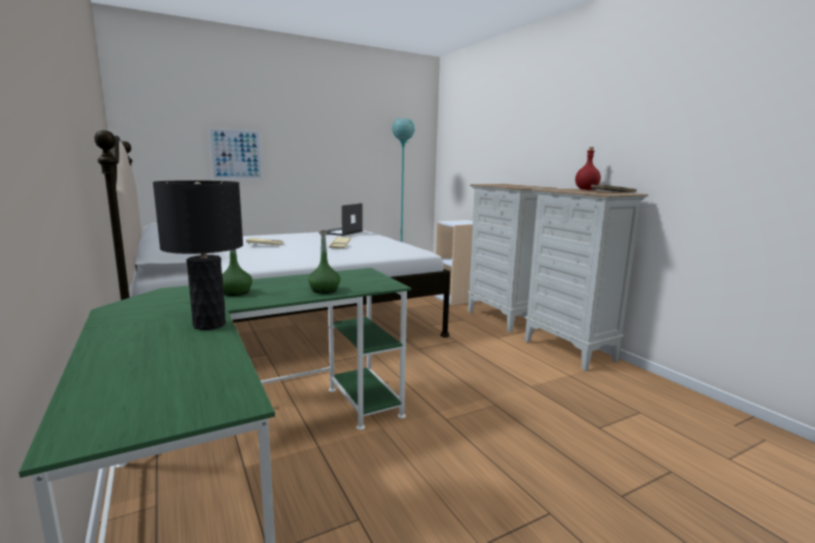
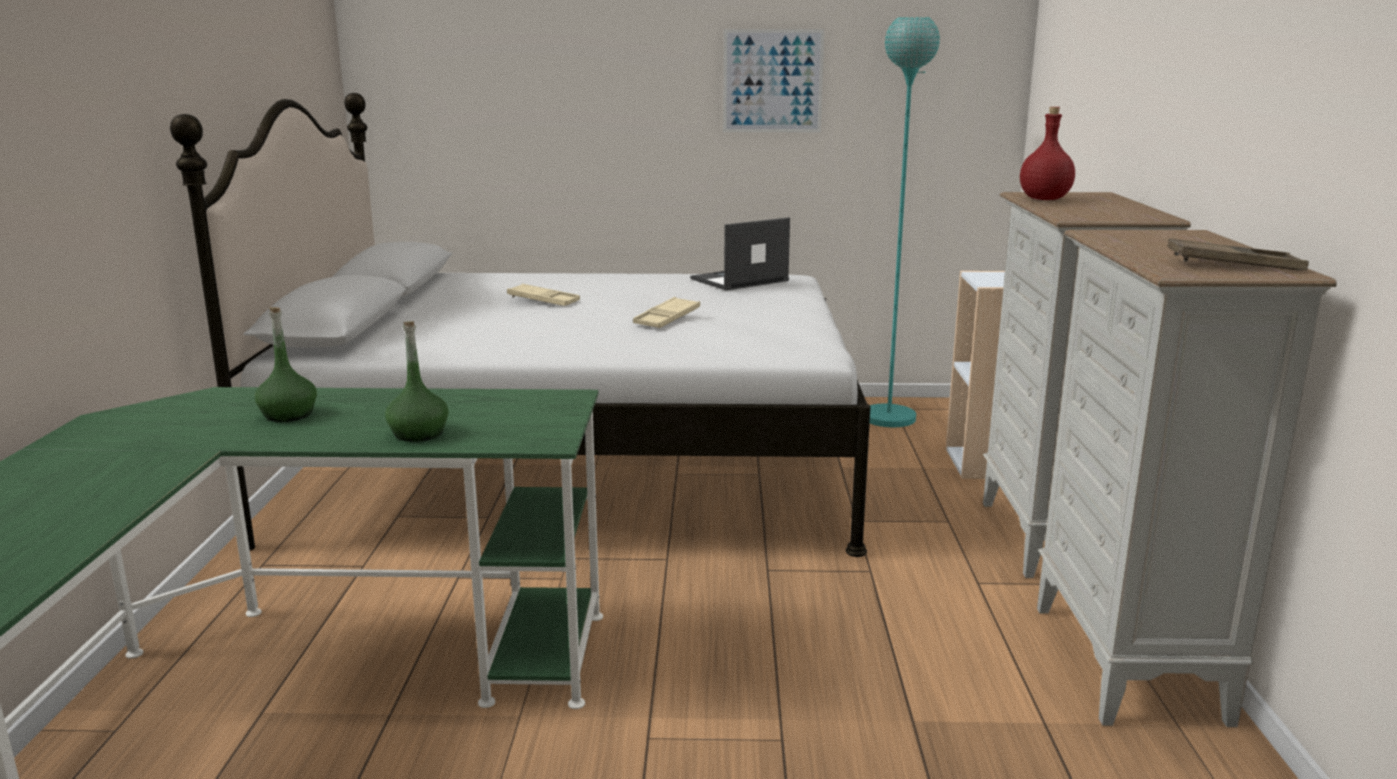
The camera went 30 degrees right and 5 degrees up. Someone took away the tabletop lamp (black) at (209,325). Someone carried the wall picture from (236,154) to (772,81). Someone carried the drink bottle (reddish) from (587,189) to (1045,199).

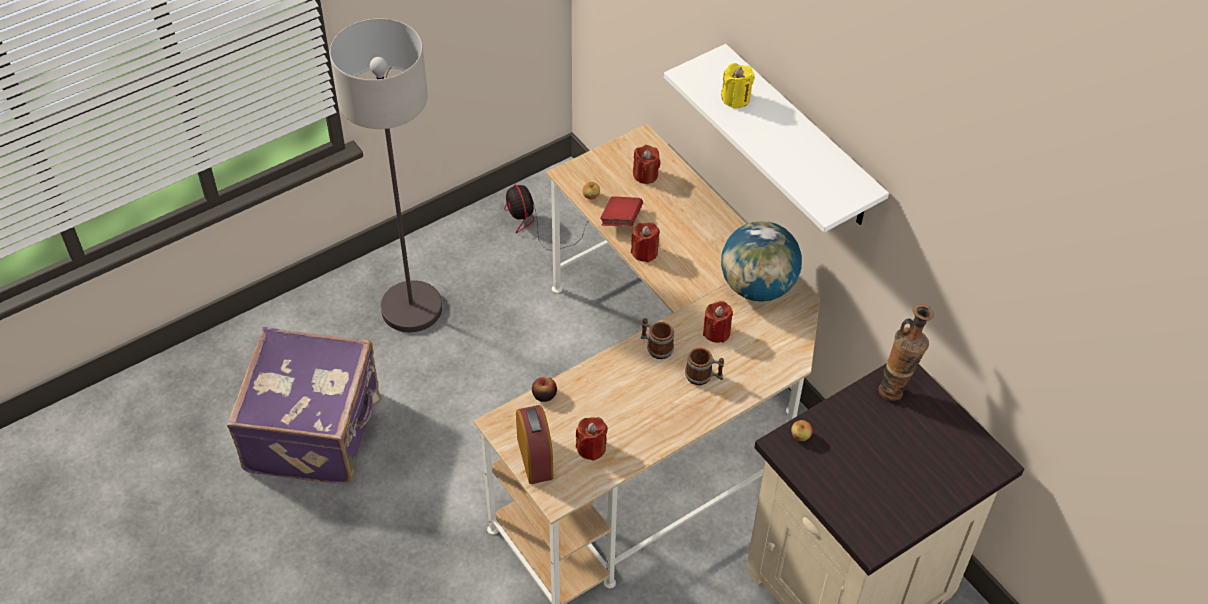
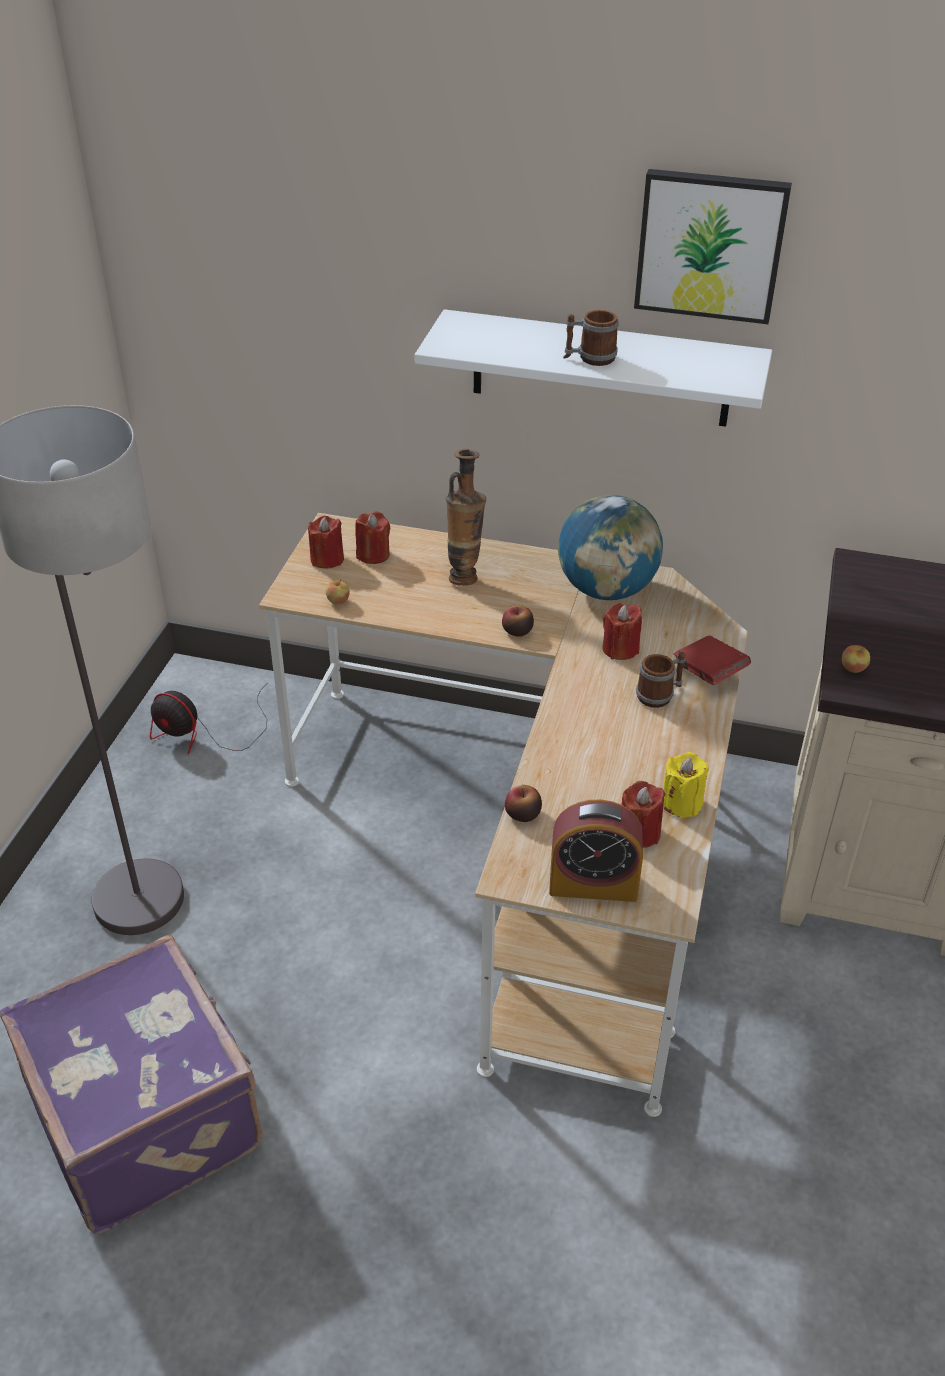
The camera went 40 degrees left and 10 degrees down. Someone rotated the alarm clock at (535,458) by 150 degrees clockwise. Someone carried the book (reddish) from (621,220) to (709,673). Someone carried the candle (reddish) from (644,252) to (327,559). Someone carried the tea mug from (655,347) to (590,358). Someone carried the candle (yellow-coloured) from (735,98) to (681,803). Someone carried the flower vase from (896,388) to (464,575). Someone put down the apple fruit at (517,631). Someone put up the wall picture at (710,245).

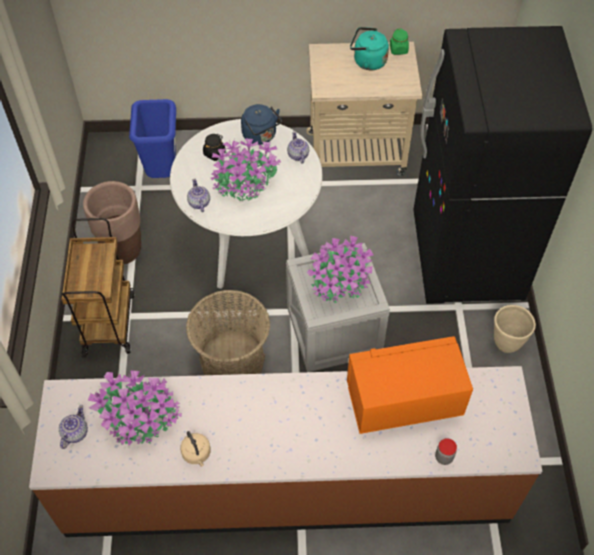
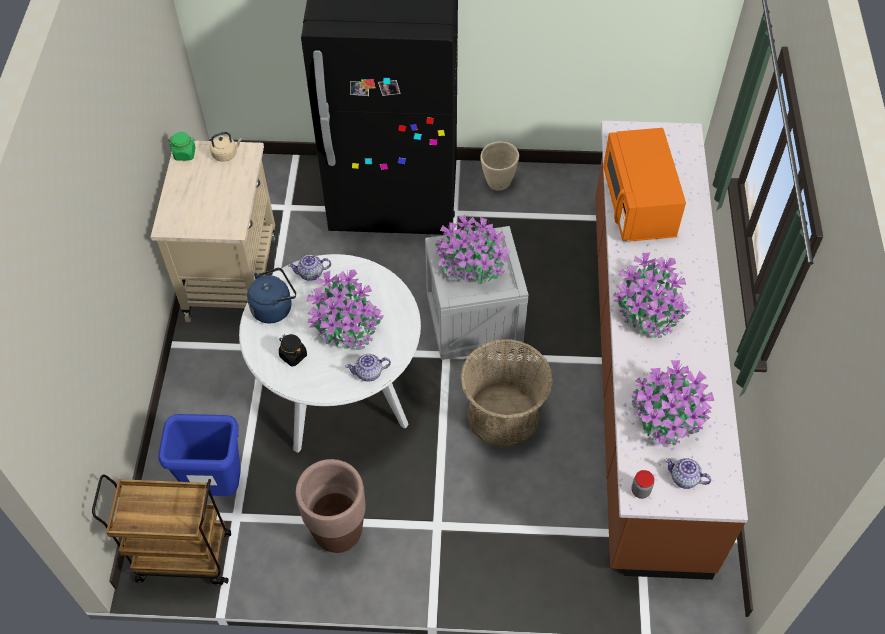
The camera went 85 degrees left and 0 degrees up. Someone carried the wheeled cart (brown) from (109,323) to (183,557). Someone carried the water kettle (sand-coloured) from (197,454) to (226,154). Someone took away the water kettle (turquoise) at (367,61). Someone carried the preserve jar from (444,457) to (640,491). Someone put down the plant in a pot at (647,311).

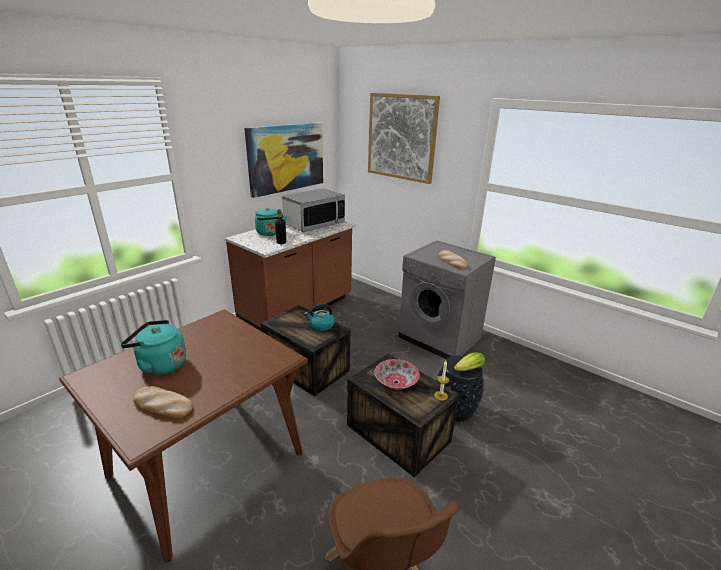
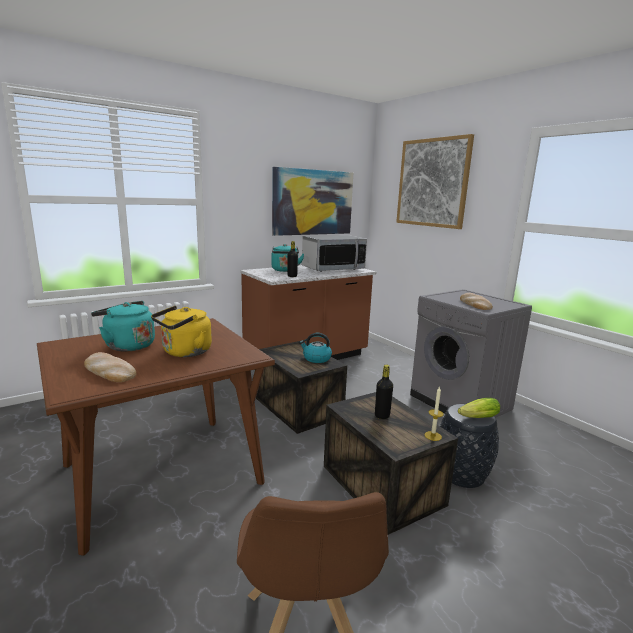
The camera went 15 degrees right and 10 degrees down. Someone swapped the serving bowl at (396,382) for the drink bottle (black) at (382,415). Someone put down the water kettle (yellow-coloured) at (184,352).

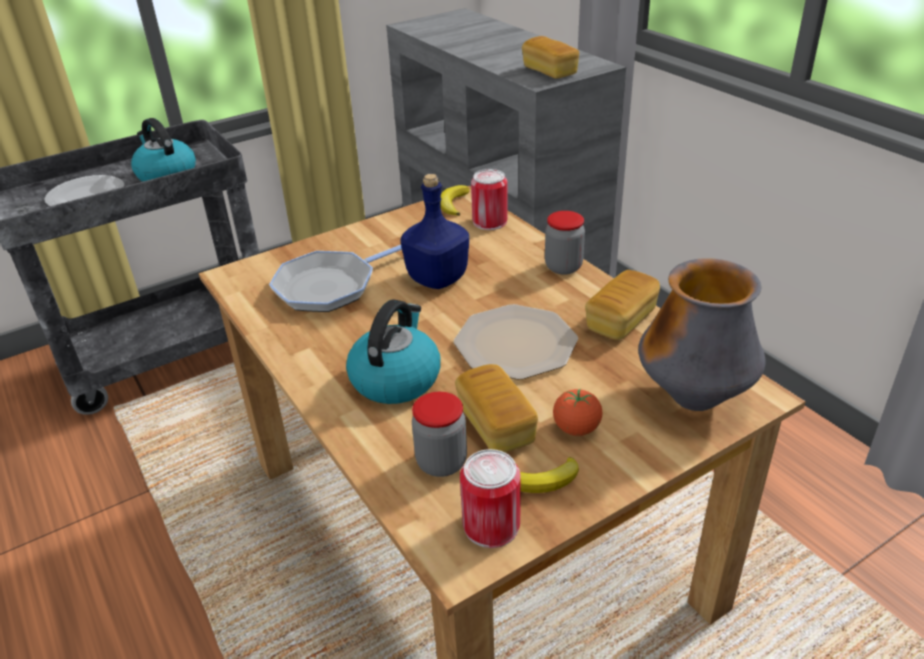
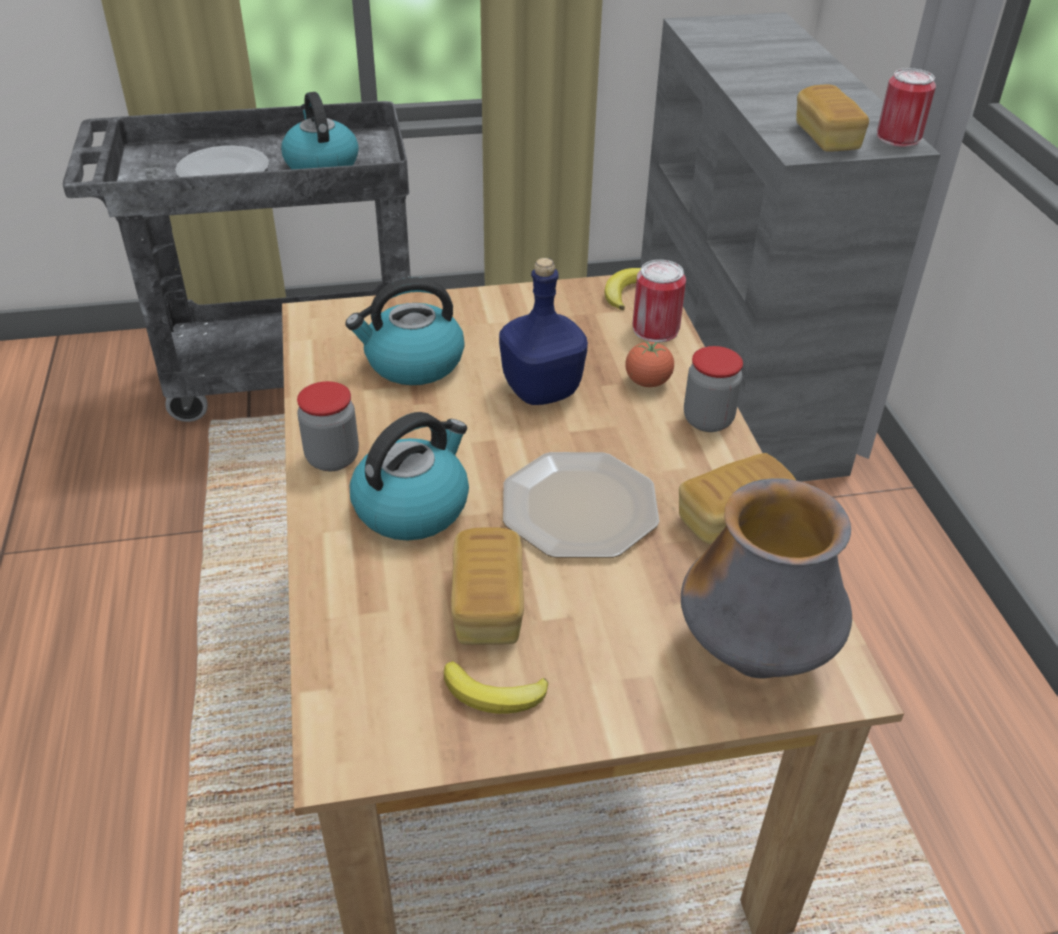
The camera went 20 degrees right and 5 degrees up. Someone swapped the skillet at (330,286) for the water kettle at (413,363). Someone carried the preserve jar from (441,462) to (332,458). Someone carried the sealed can from (491,525) to (898,137). Someone carried the whole tomato from (576,428) to (647,382).

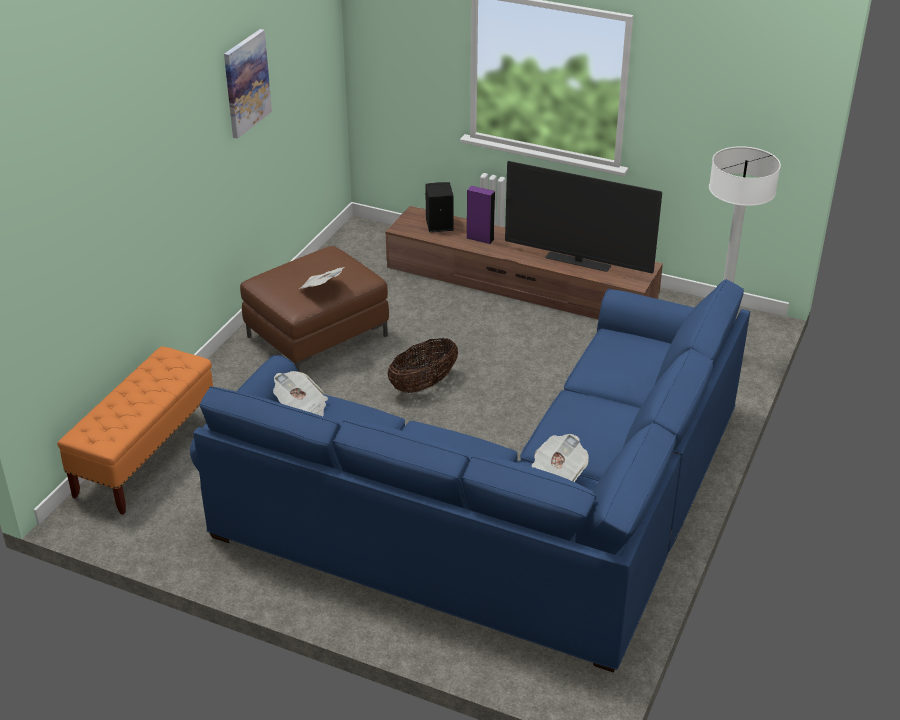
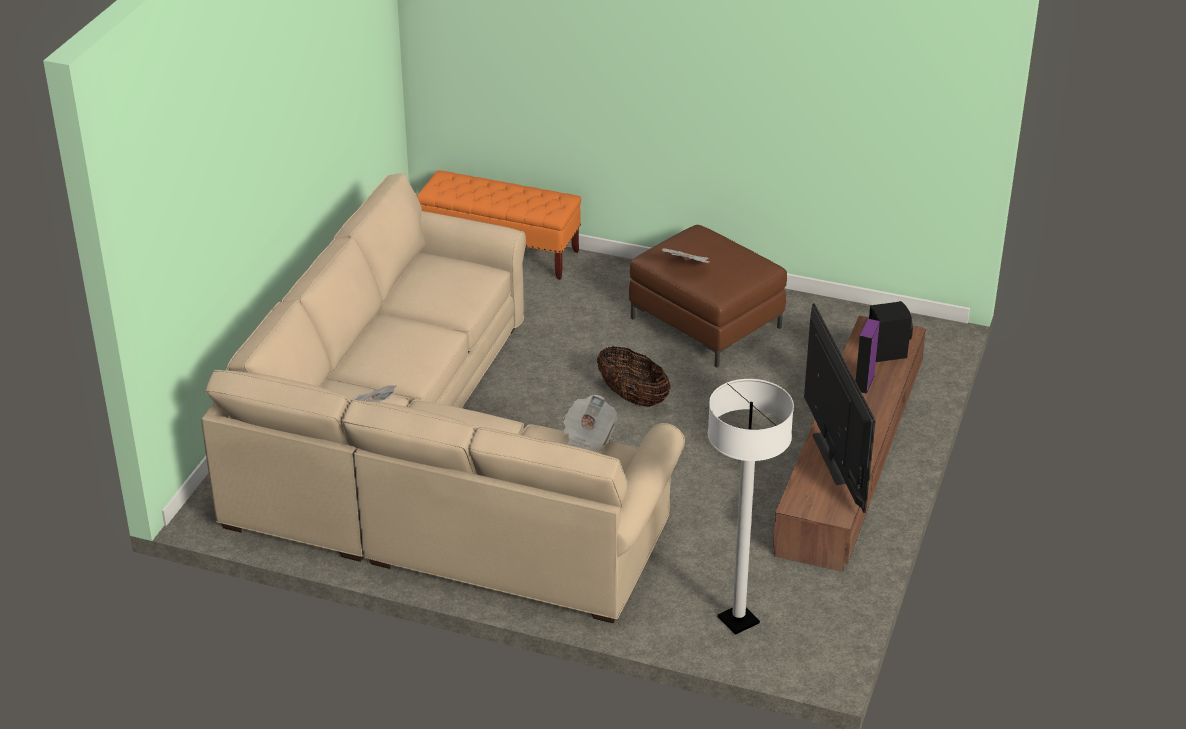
The camera went 85 degrees right and 0 degrees up. Someone repainted the settee (blue-coloured) at (509,512), which became the settee (sand-coloured) at (433,462). Someone took away the wall picture at (246,83). Someone carried the daily paper from (302,407) to (588,438). Someone rotated the television at (578,262) by 150 degrees clockwise.

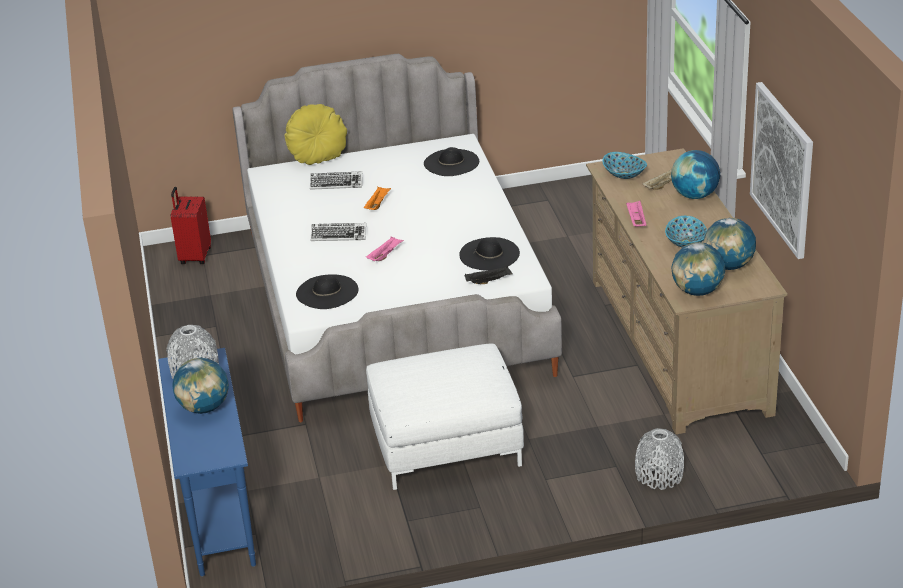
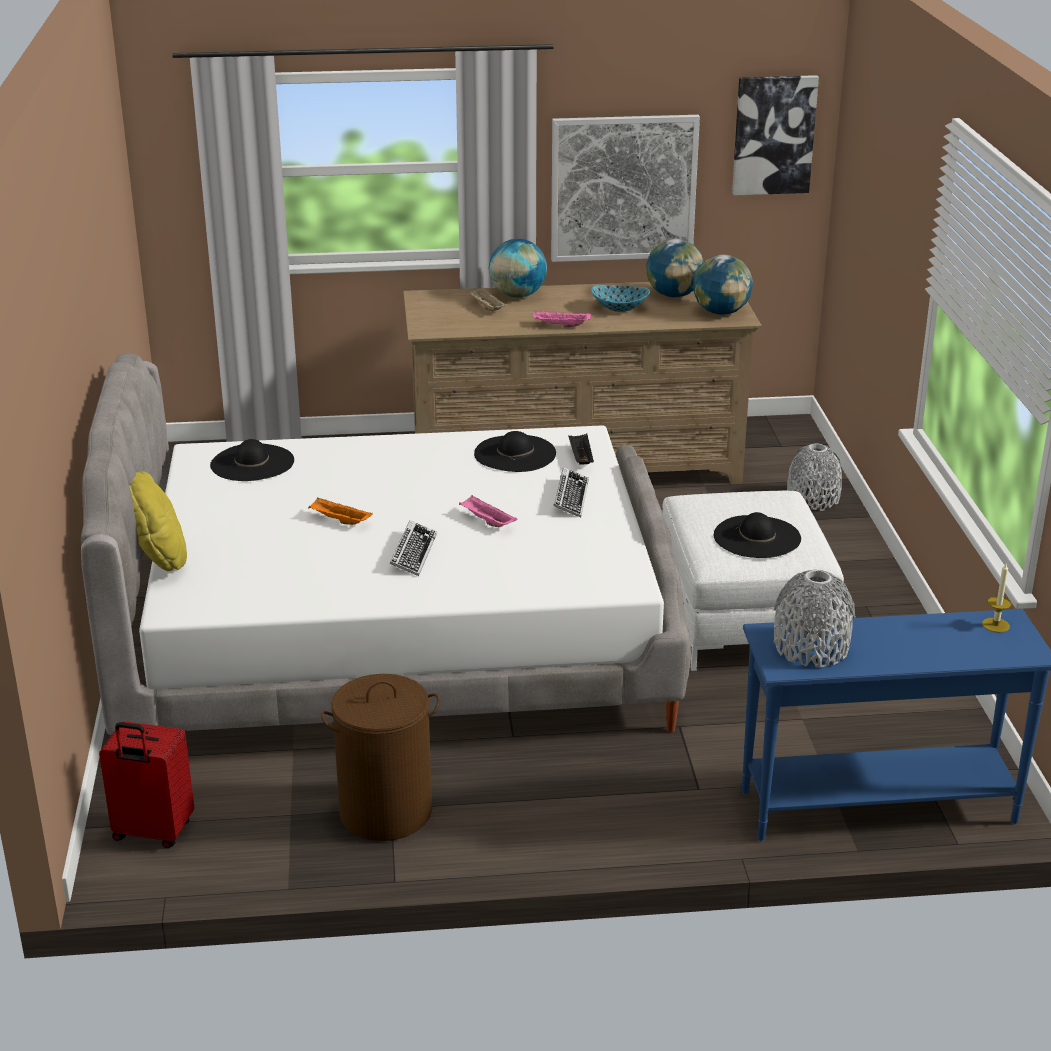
The camera went 85 degrees left and 5 degrees down. Someone took away the desk globe at (204,407). Someone carried the wearable hat (black) from (327,292) to (757,537). Someone carried the keyboard from (336,183) to (570,497). Someone took away the serving bowl at (624,175). Someone put down the hamper (brown) at (385,812). Someone put up the wall picture at (773,135). Someone put down the candle at (995,625).

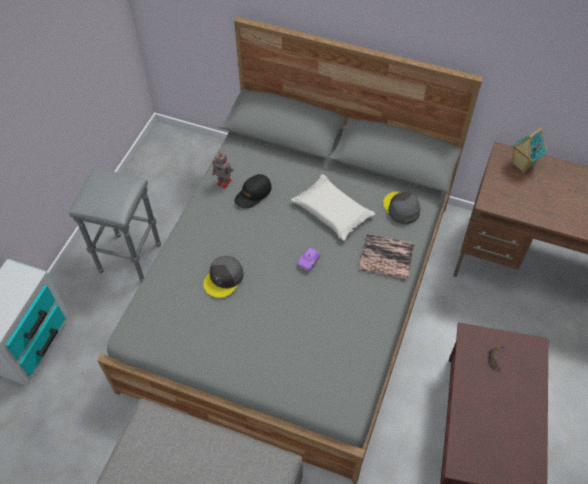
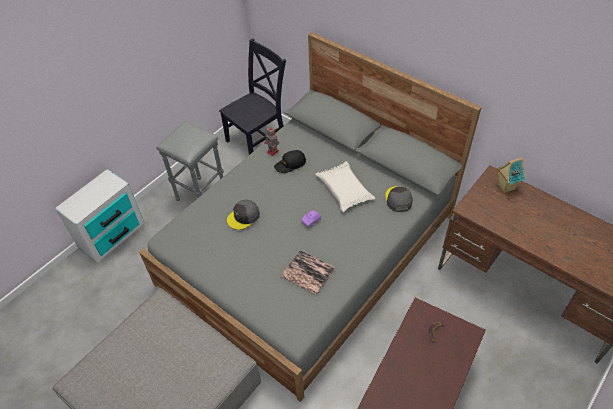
The camera went 20 degrees right and 5 degrees down. Someone carried the book from (386,257) to (308,273). Someone put down the upright chair (black) at (258,139).

